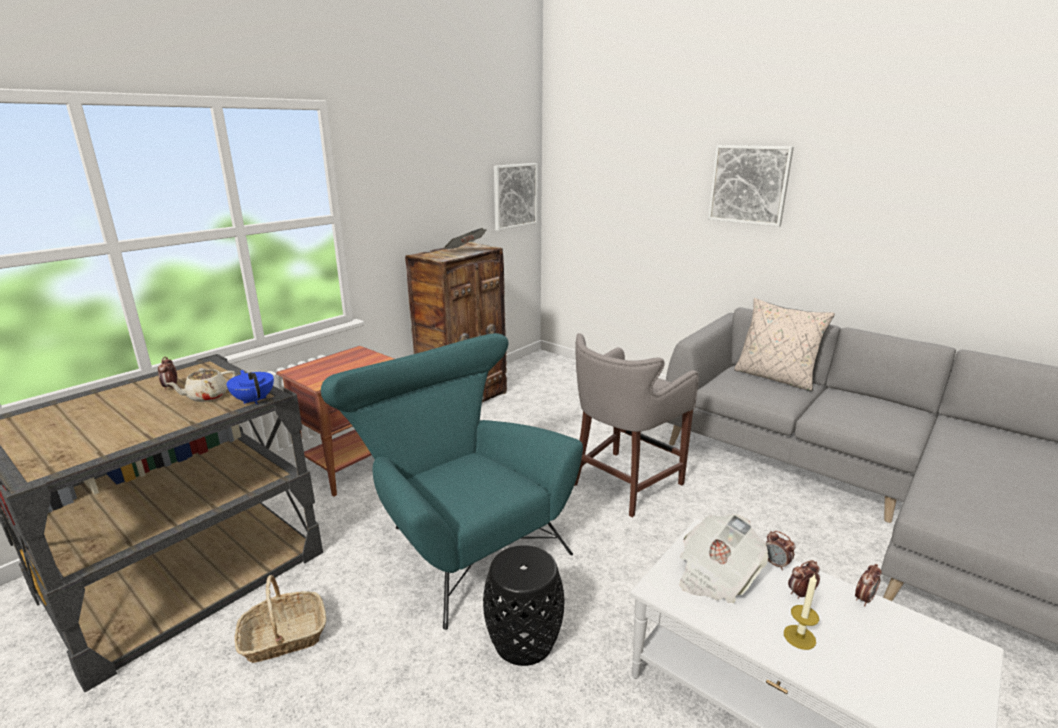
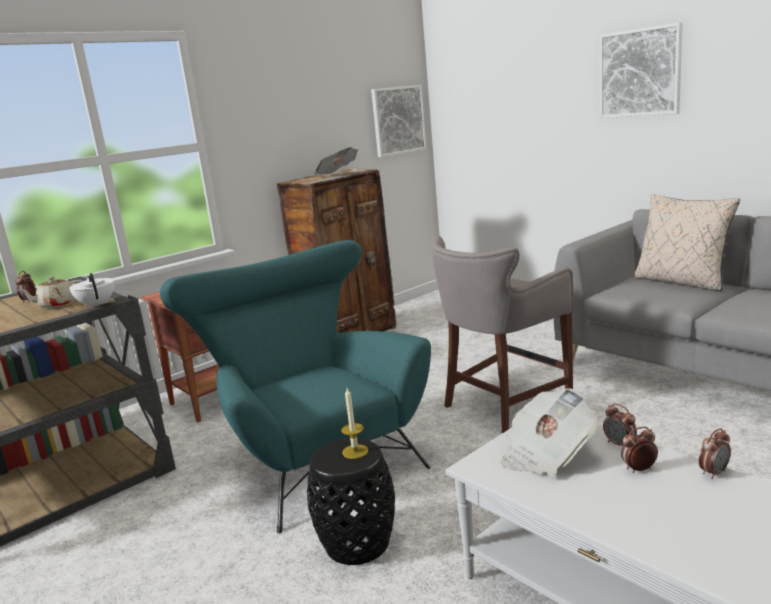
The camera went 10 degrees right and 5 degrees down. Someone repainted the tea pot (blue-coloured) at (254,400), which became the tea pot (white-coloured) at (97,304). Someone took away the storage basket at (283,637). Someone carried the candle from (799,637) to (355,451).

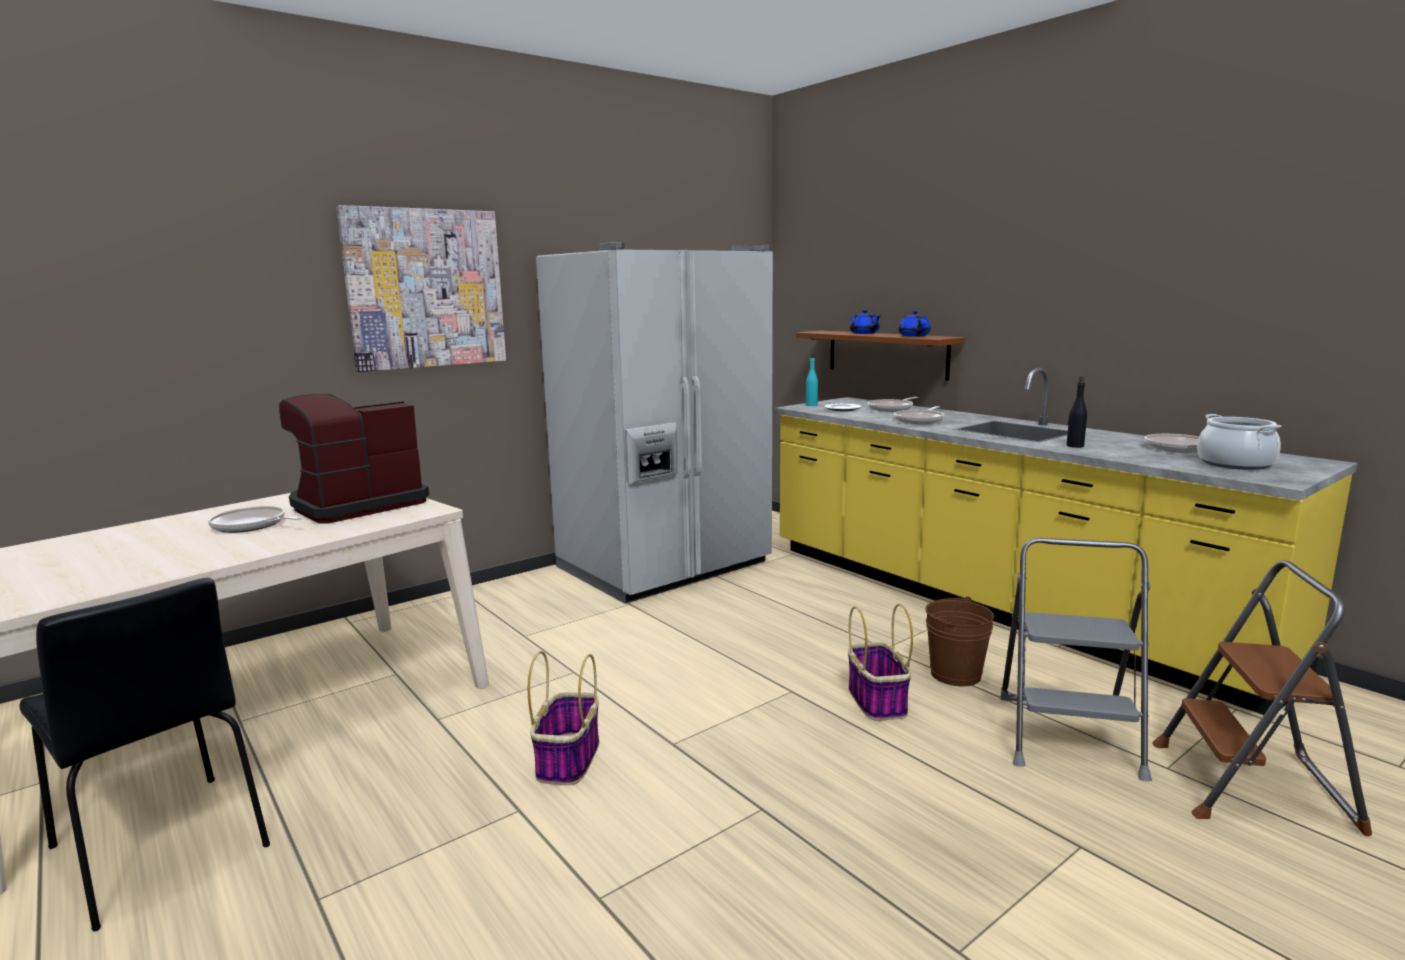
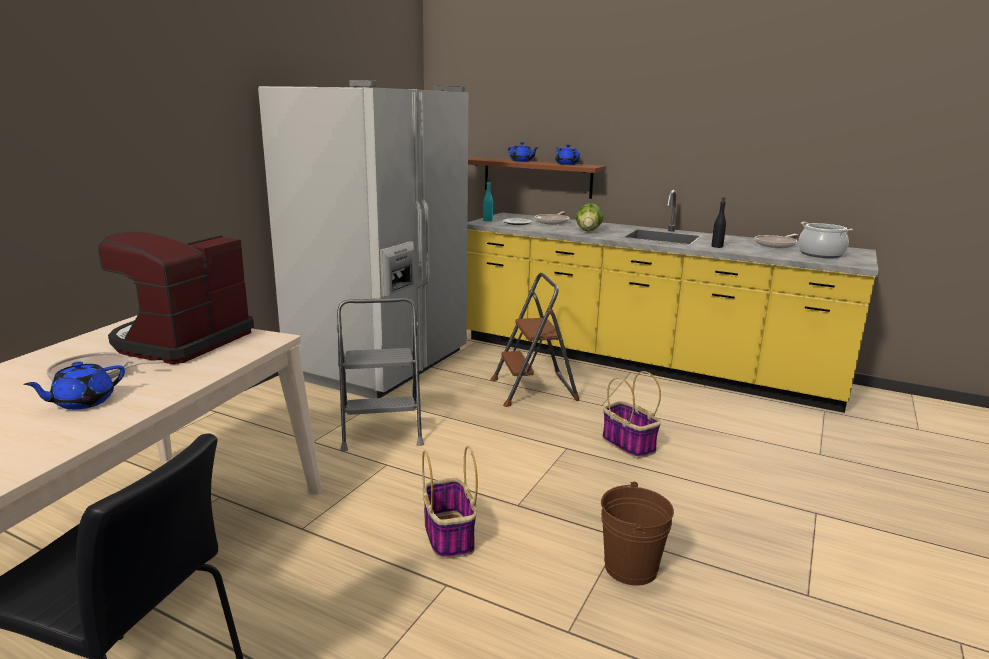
The camera went 25 degrees left and 5 degrees up. Someone took away the wall picture at (425,289). Someone swapped the skillet at (920,420) for the head of lettuce at (588,231). Someone carried the bucket (brown) from (955,674) to (630,567). Someone carried the step stool (gray) from (1068,732) to (382,425). Someone carried the step stool (brown) from (1261,787) to (537,389). Someone put down the tea pot (blue-coloured) at (82,402).

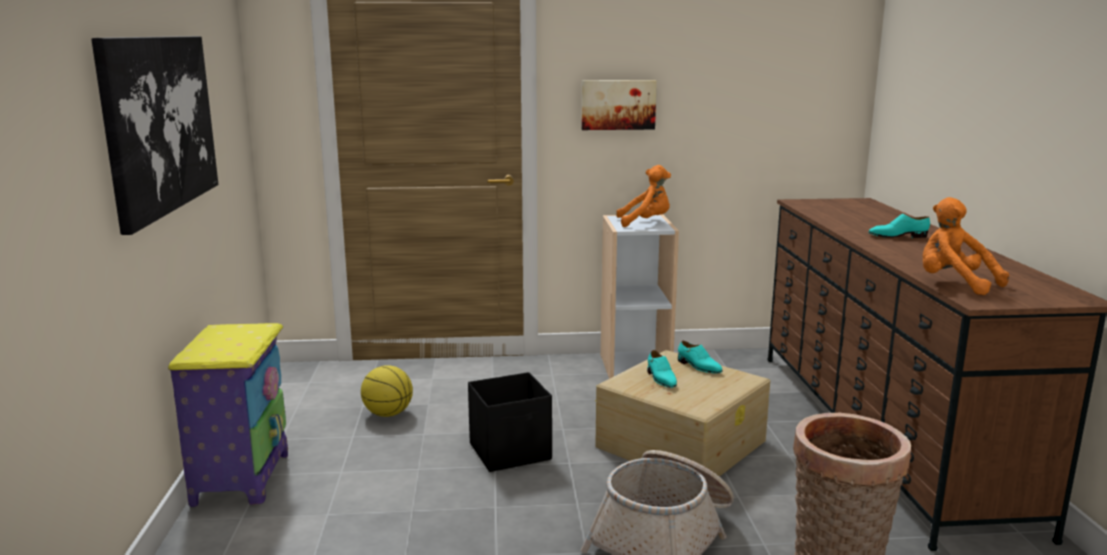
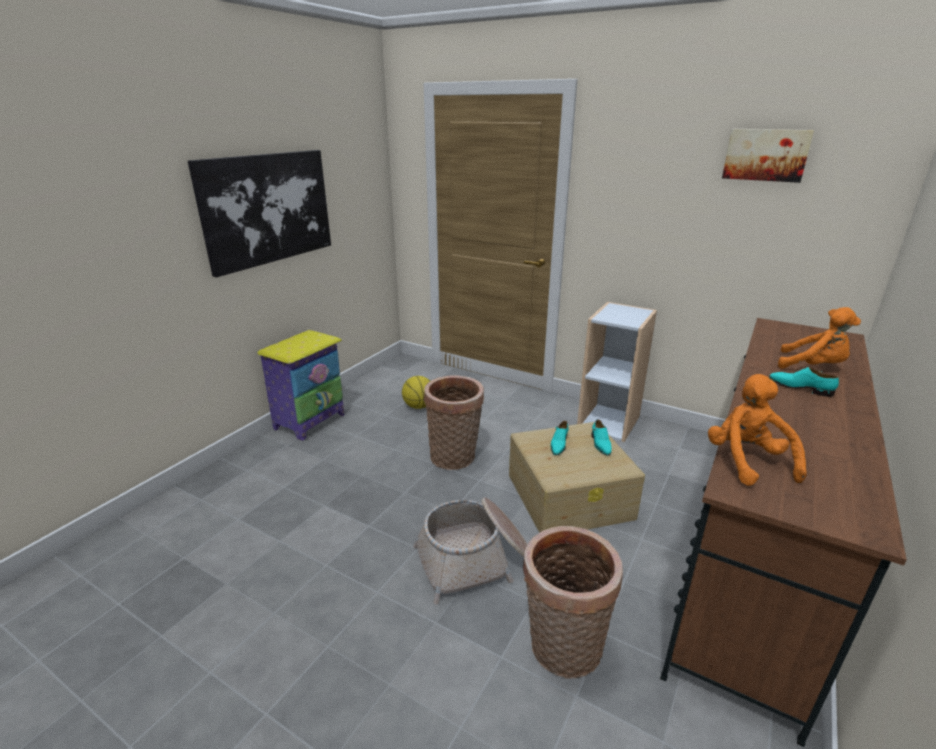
The camera went 35 degrees right and 10 degrees up. Someone swapped the storage box (black) at (511,452) for the storage basket at (455,458). Someone carried the wall picture from (618,104) to (766,155). Someone carried the cuddly toy (orange-coloured) from (646,222) to (813,367).

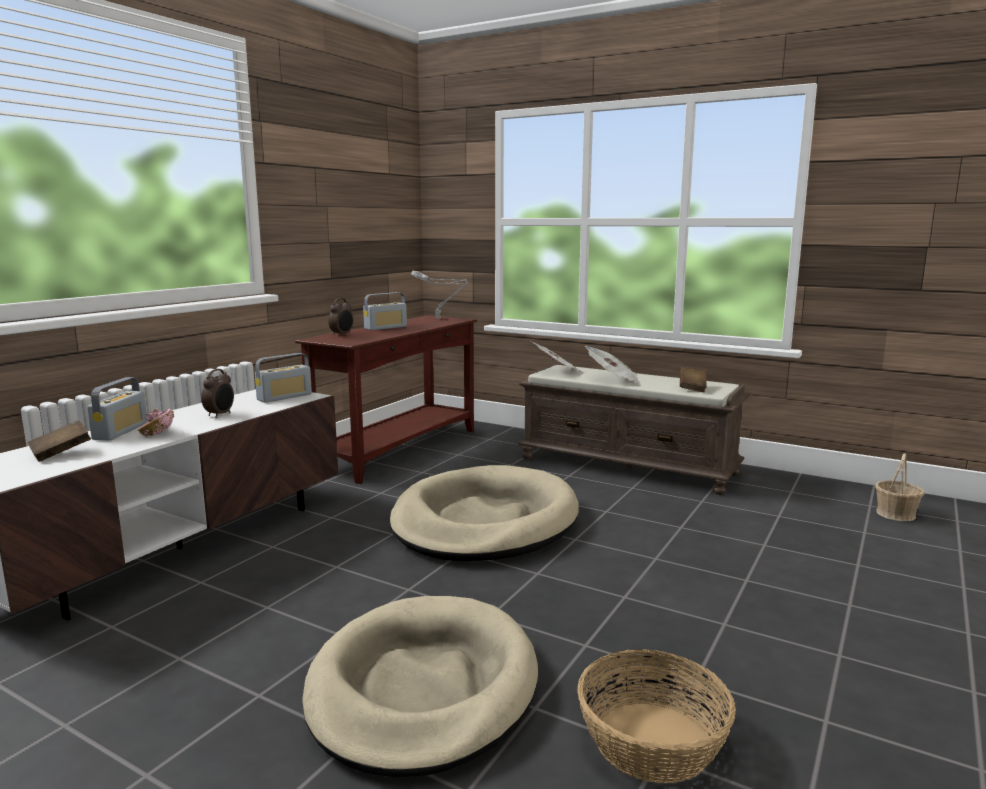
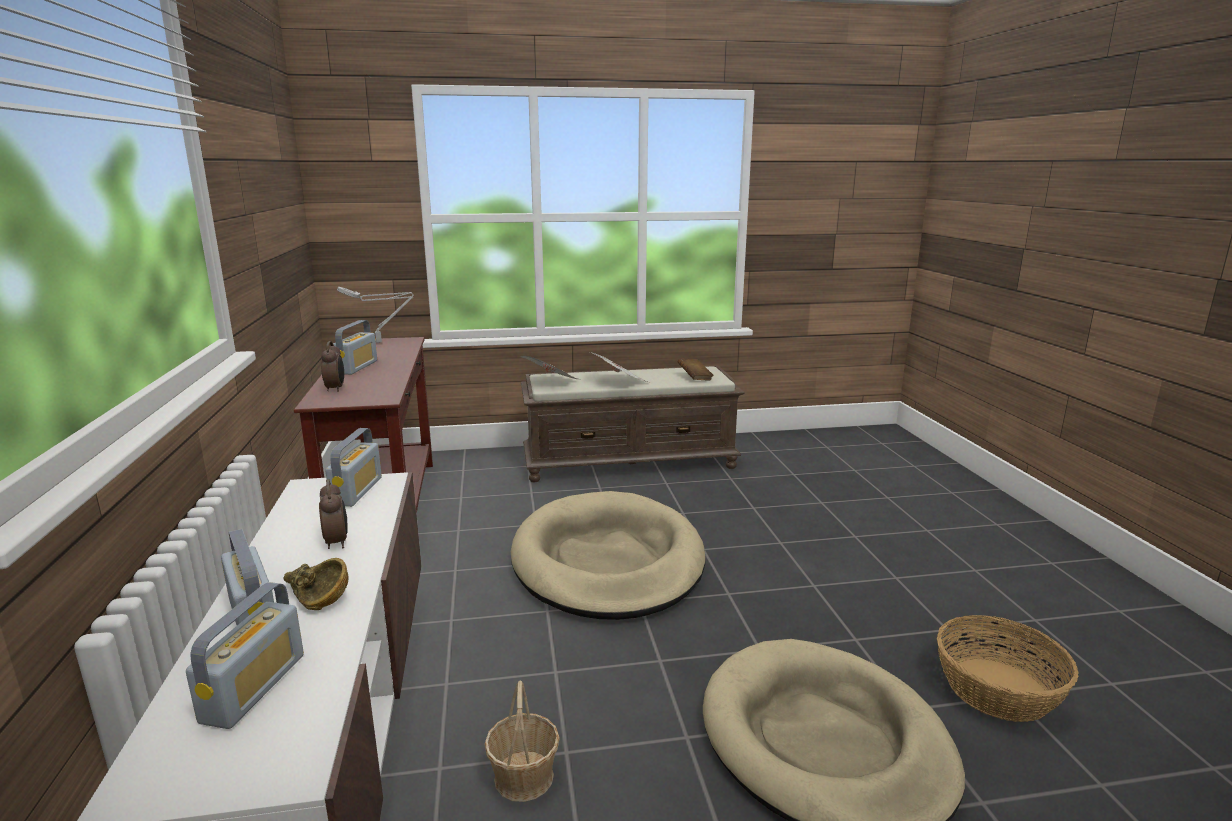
The camera went 40 degrees left and 5 degrees up. Someone swapped the book (brown) at (61,453) for the radio set at (254,687). Someone repainted the serving bowl (pinkish) at (156,432), which became the serving bowl (brown) at (313,597). Someone carried the storage basket from (896,514) to (524,777).

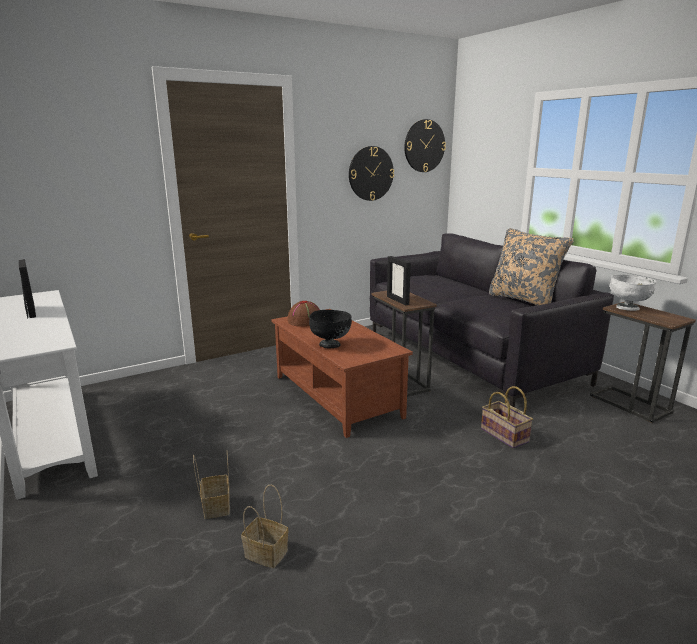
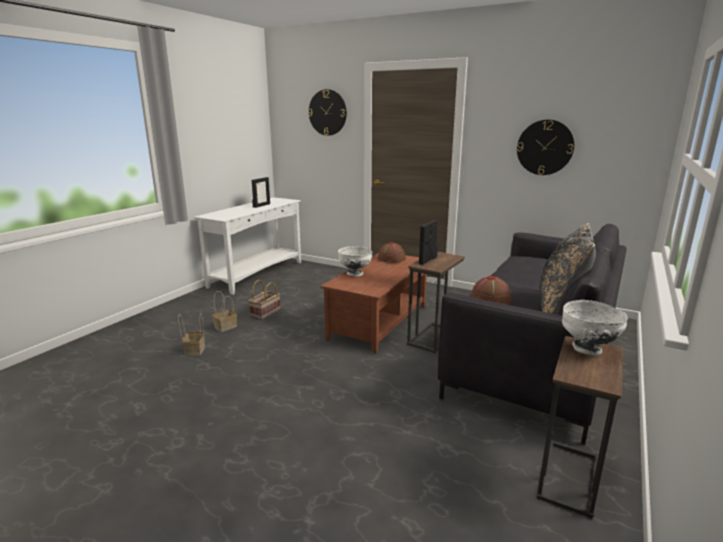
The camera went 60 degrees right and 0 degrees up. Someone repainted the serving bowl (black) at (330,345), which became the serving bowl (white-coloured) at (355,274). Someone carried the hanging clock from (424,146) to (327,112). Someone carried the storage basket from (506,435) to (265,313). Someone put down the wearable hat (brown) at (491,298).

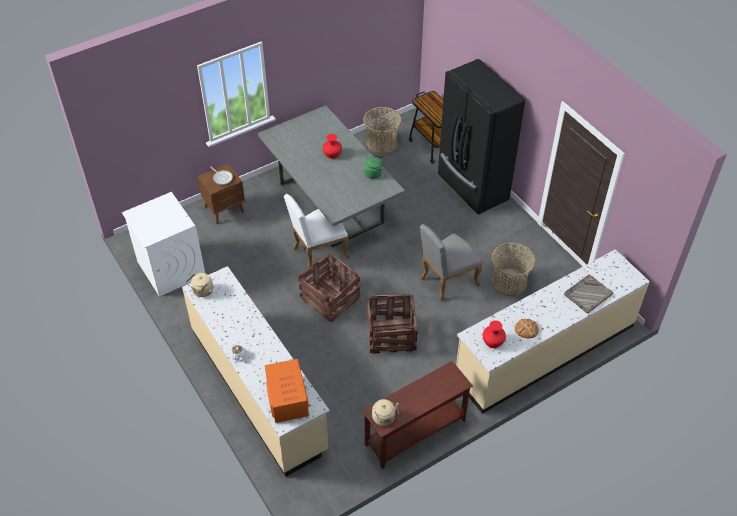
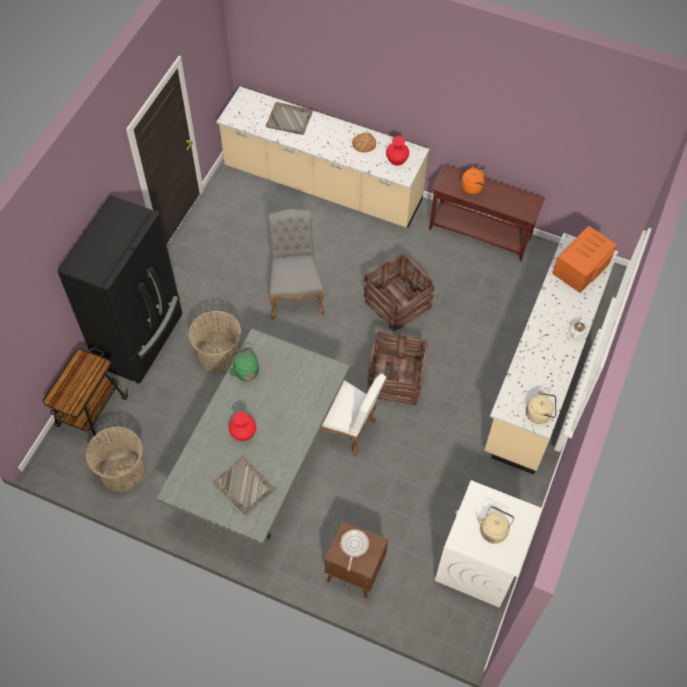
The camera went 125 degrees left and 10 degrees up. Someone carried the water kettle (sand-coloured) from (384,418) to (493,530). Someone rotated the upright chair (gray) at (447,281) by 120 degrees counterclockwise. Someone carried the storage basket from (509,282) to (219,355). Someone put down the serving tray (gray) at (245,487). Someone put down the water kettle (orange-coloured) at (473,187).

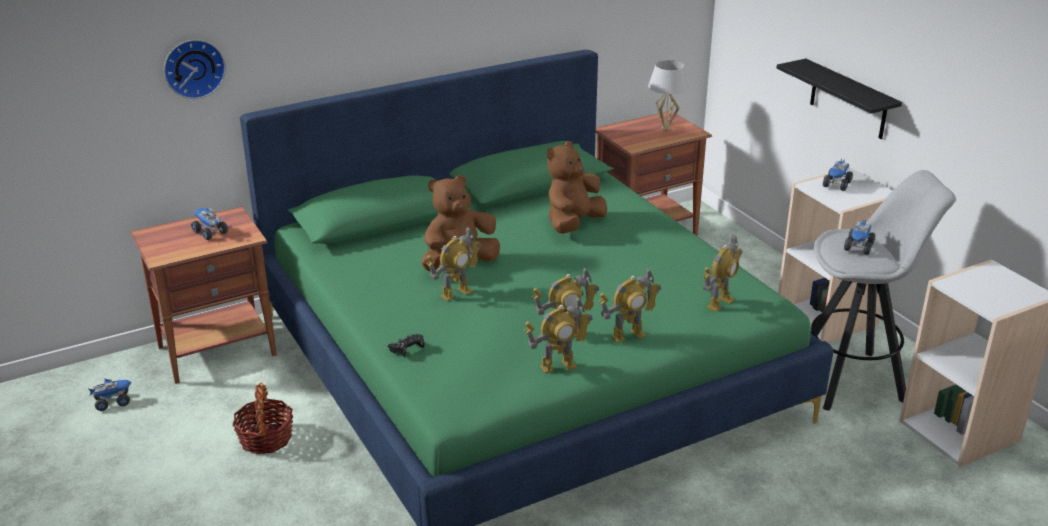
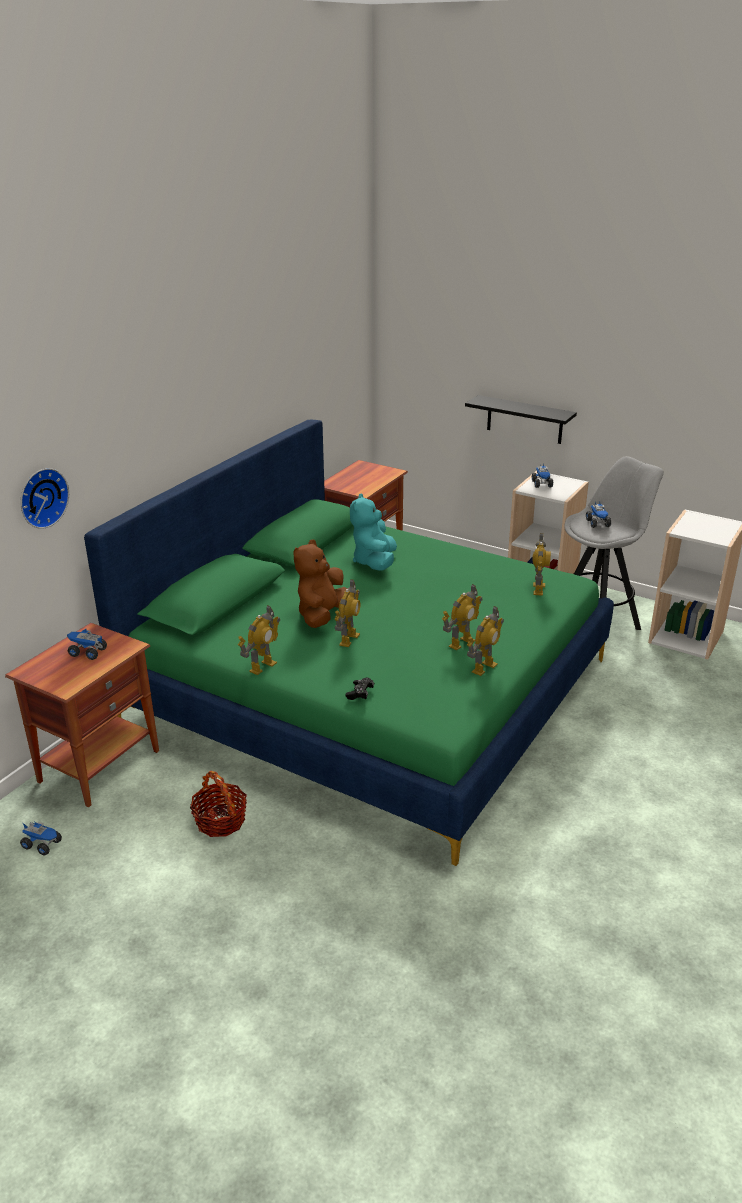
The camera went 30 degrees left and 0 degrees up. Someone rotated the toy lorry at (113,402) by 75 degrees clockwise. Someone repainted the cuddly toy (brown) at (573,224), which became the cuddly toy (turquoise) at (375,562). Someone carried the model robot from (628,335) to (262,667). Someone took away the tabletop lamp (white-coloured) at (665,128).

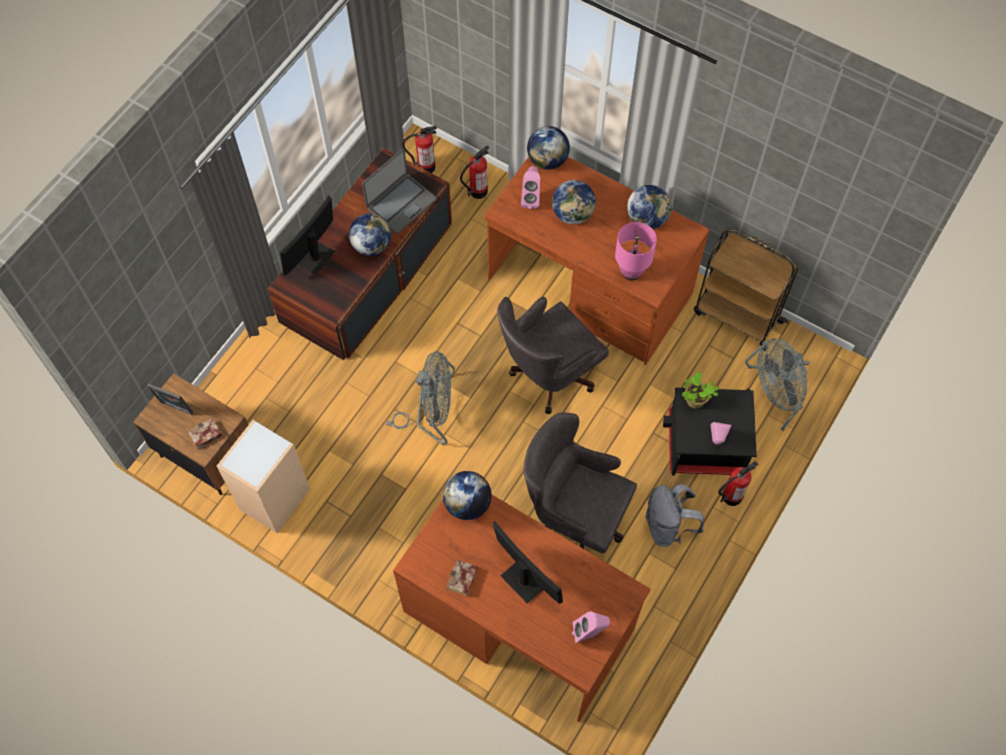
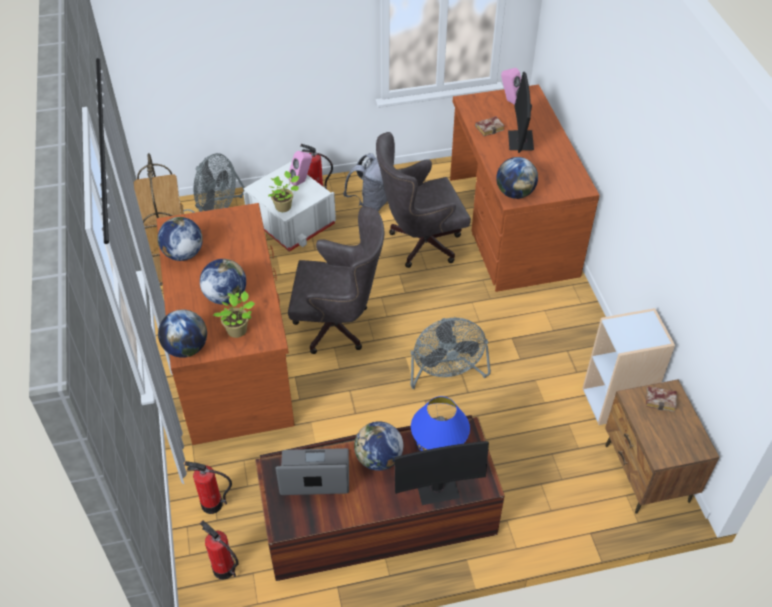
The camera went 135 degrees left and 15 degrees down. Someone took away the standing frame at (176,409). Someone rotated the fan (gray) at (430,411) by 150 degrees counterclockwise. Someone carried the book from (462,580) to (490,128). Someone swapped the loudspeaker (pinkish) at (531,199) for the plant in a pot at (238,330). Someone rotated the office chair (gray) at (574,519) by 90 degrees clockwise. Someone took away the tabletop lamp (pinkish) at (631,272). Someone repainted the storage box (black) at (707,443), which became the storage box (white-coloured) at (292,222). Someone put down the tabletop lamp (blue-coloured) at (438,444).

